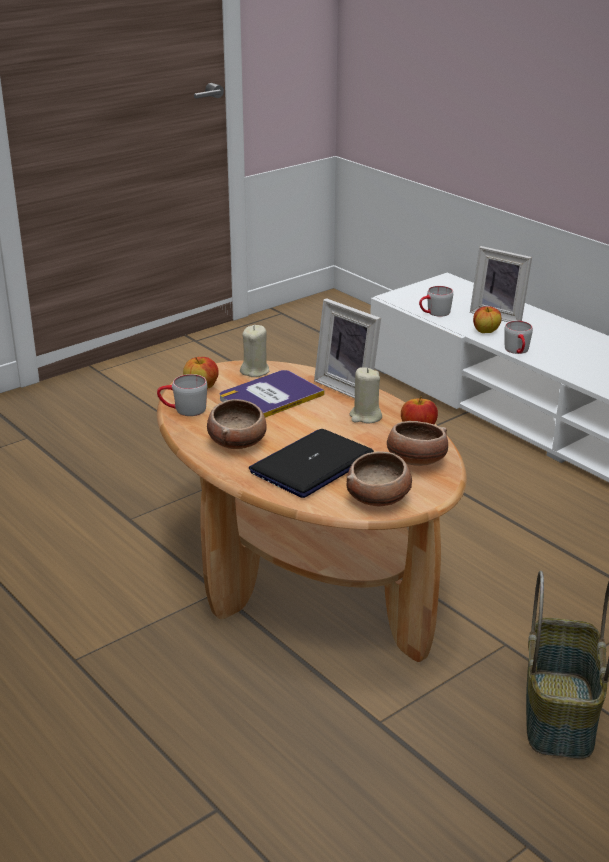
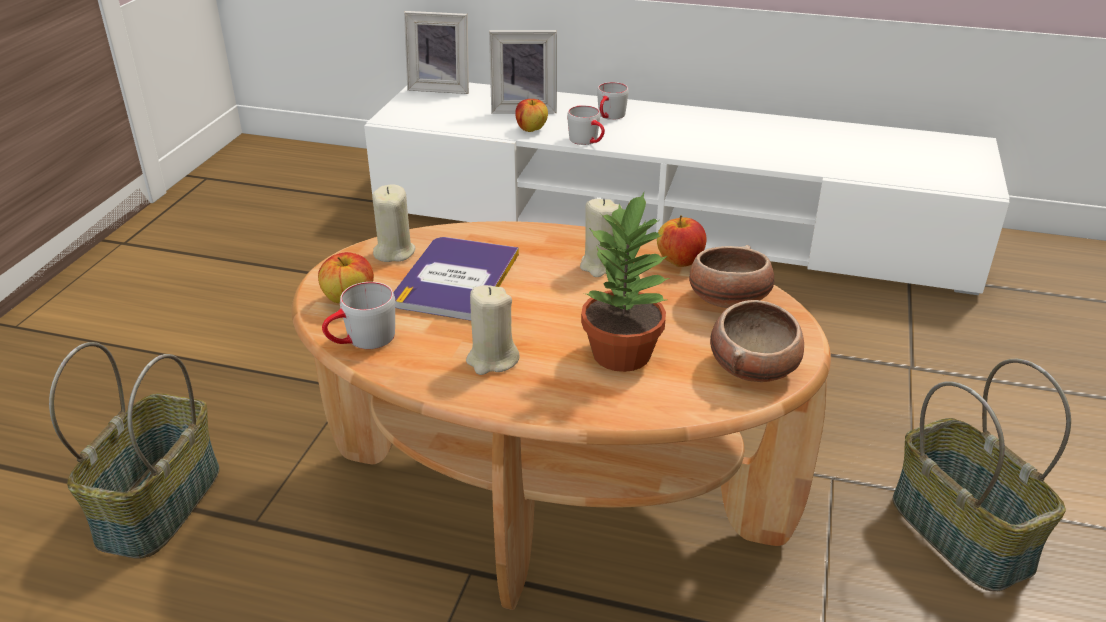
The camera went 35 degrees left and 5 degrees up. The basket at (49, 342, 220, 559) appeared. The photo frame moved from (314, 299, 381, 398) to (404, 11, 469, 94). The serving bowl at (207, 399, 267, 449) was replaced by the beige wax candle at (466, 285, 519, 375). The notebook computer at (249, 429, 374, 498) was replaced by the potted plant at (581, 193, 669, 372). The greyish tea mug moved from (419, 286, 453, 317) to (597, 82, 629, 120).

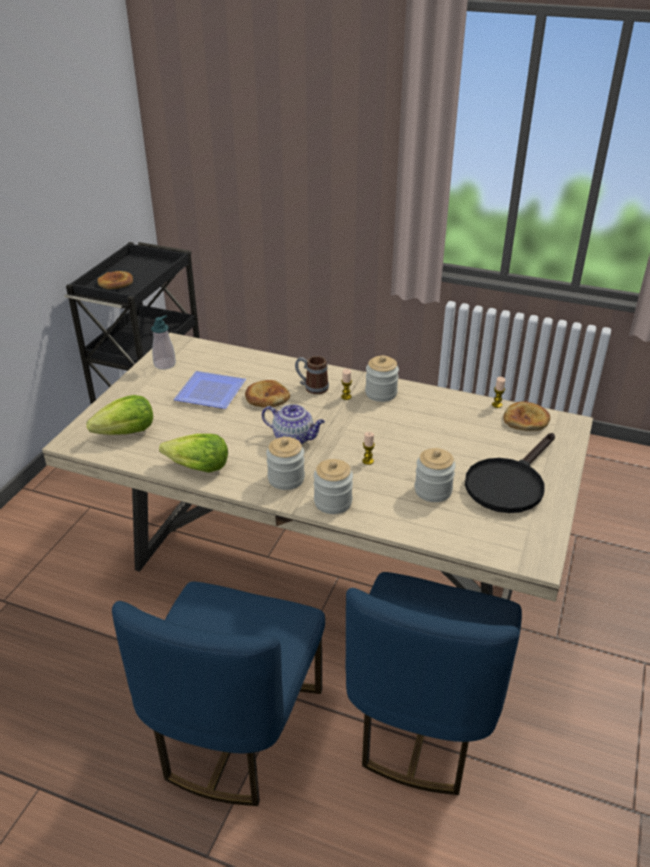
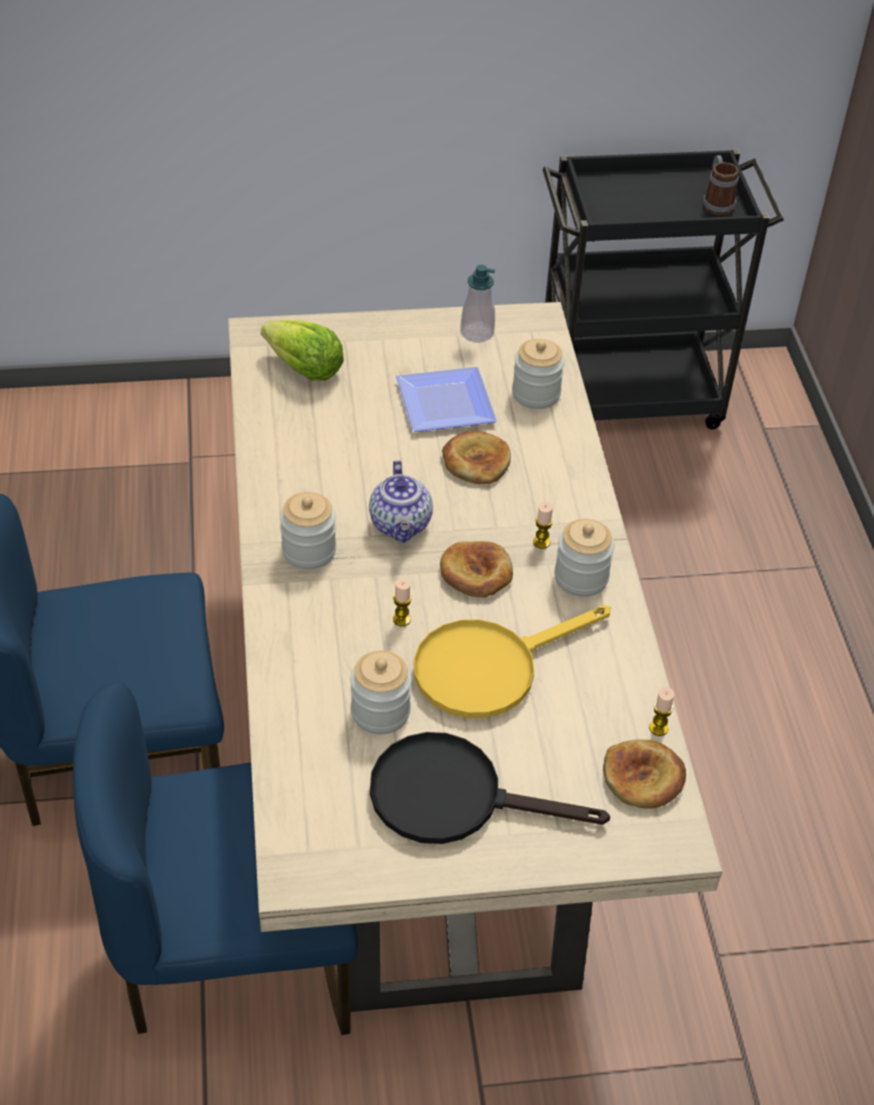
The camera went 60 degrees right and 10 degrees up. The yellow-coloured skillet at (414, 605, 611, 718) appeared. The bread moved from (97, 271, 133, 289) to (440, 541, 513, 597). The jar moved from (314, 459, 353, 514) to (512, 339, 565, 409). The tea mug moved from (295, 356, 329, 394) to (703, 155, 739, 215). The lettuce head at (159, 434, 228, 473) disappeared.

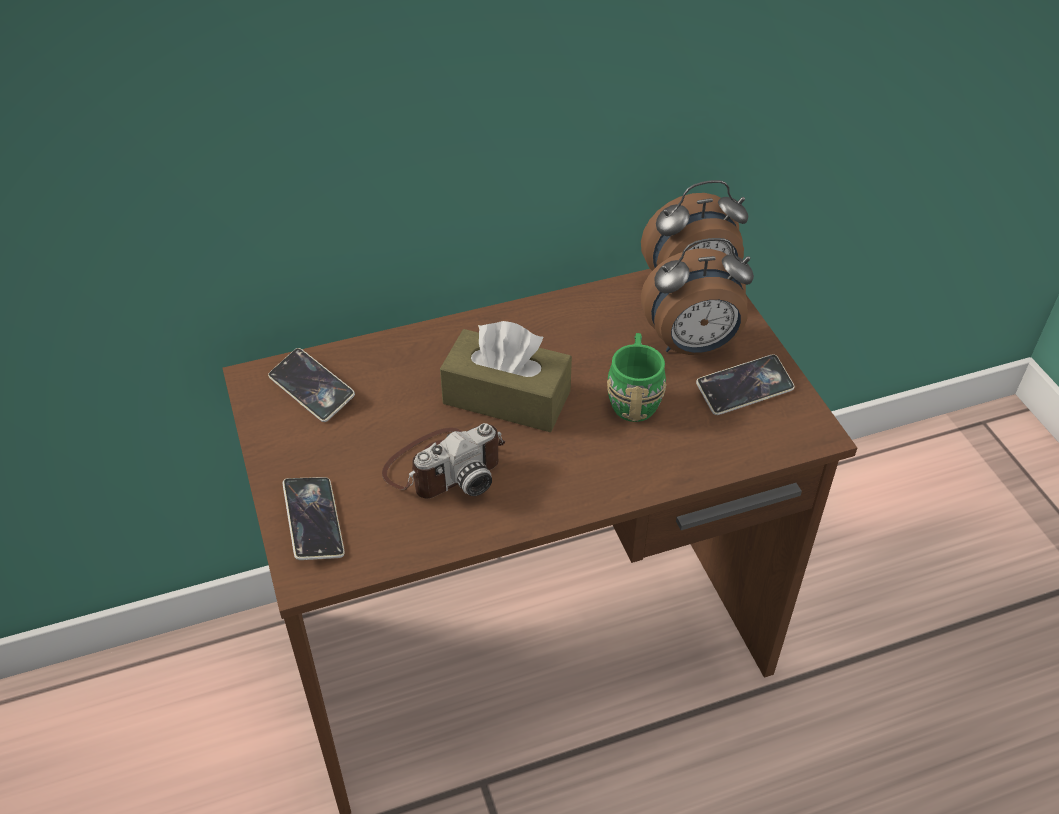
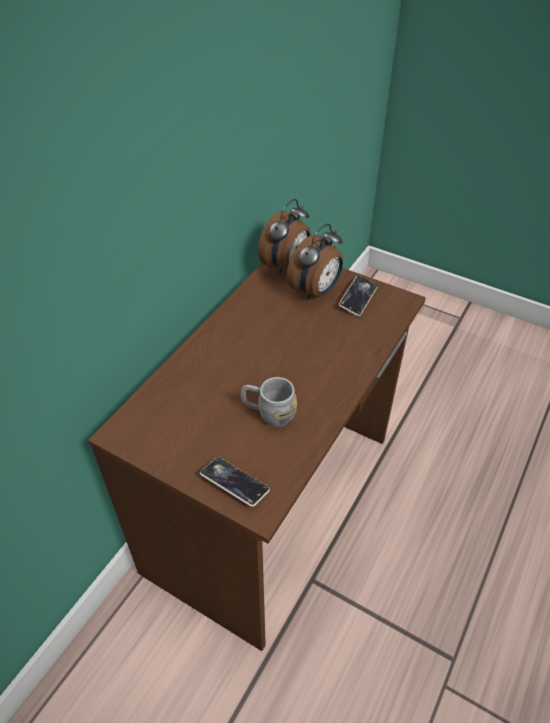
The camera went 40 degrees left and 0 degrees up. The still camera at (382, 423, 505, 498) was replaced by the greyish tea mug at (240, 377, 297, 427). The handset at (268, 348, 355, 422) disappeared. The brown tissue holder at (440, 321, 572, 432) disappeared. The green tea mug at (607, 333, 667, 422) disappeared.

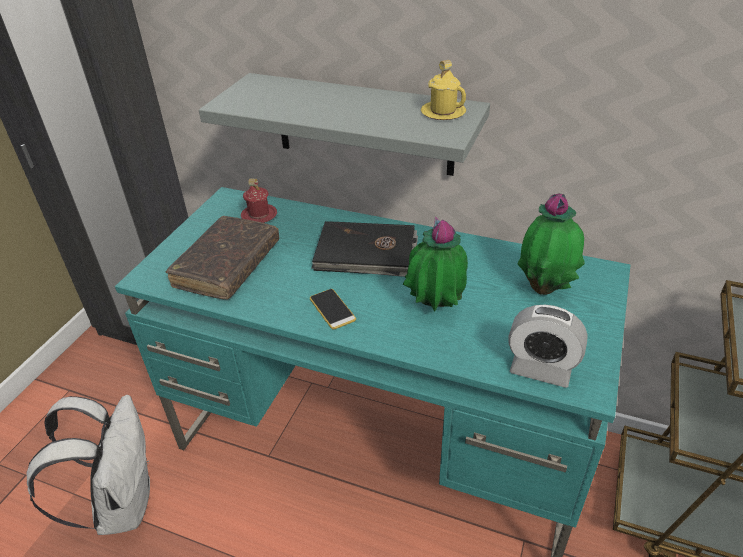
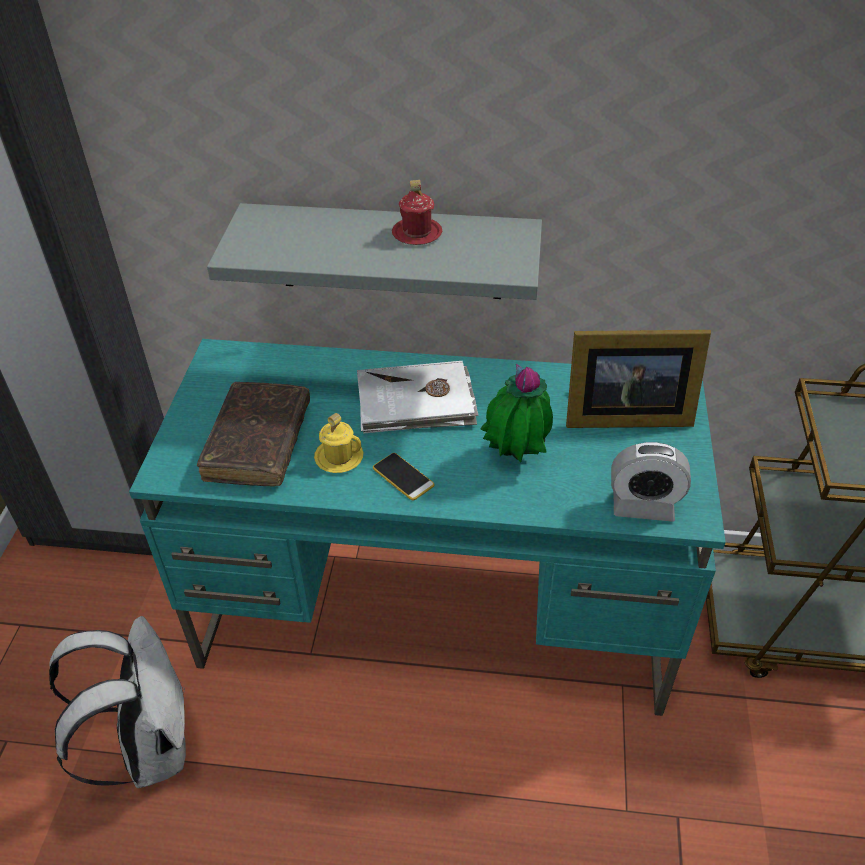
The camera went 15 degrees left and 5 degrees up. The yellow-coloured tea mug moved from (421, 60, 466, 120) to (314, 413, 363, 473). The black-coloured book at (311, 221, 418, 277) became the whitish book at (357, 361, 479, 434). The red-coloured tea mug moved from (241, 179, 277, 223) to (392, 180, 442, 245). The potted plant at (518, 193, 585, 295) was replaced by the photo frame at (566, 330, 711, 428).

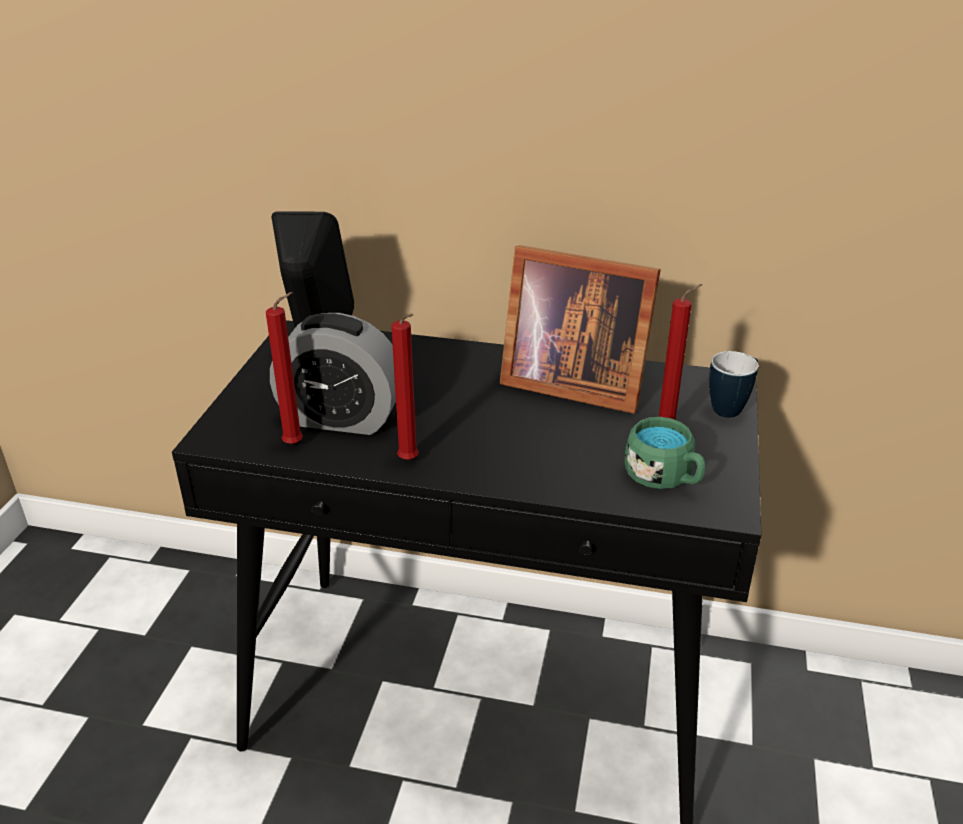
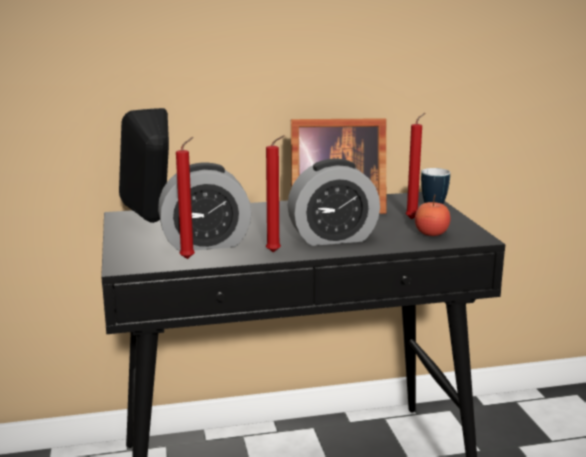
The camera went 25 degrees left and 15 degrees down. The table clock at (288, 159, 380, 246) appeared. The green tea mug at (625, 417, 705, 489) was replaced by the whole apple at (415, 195, 450, 236).

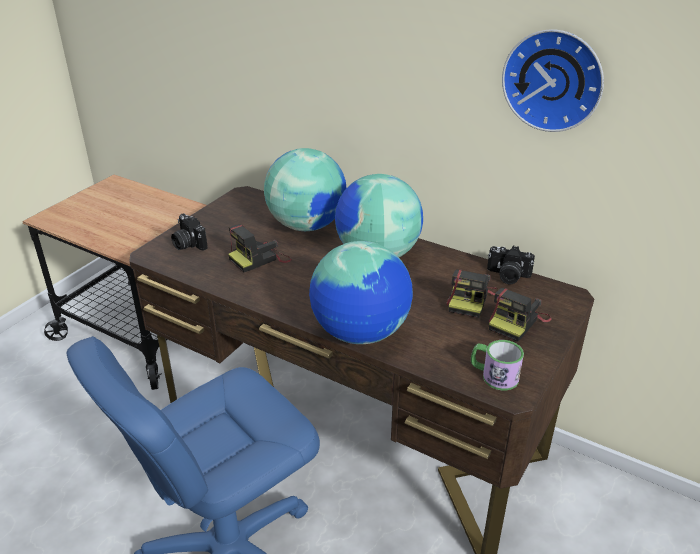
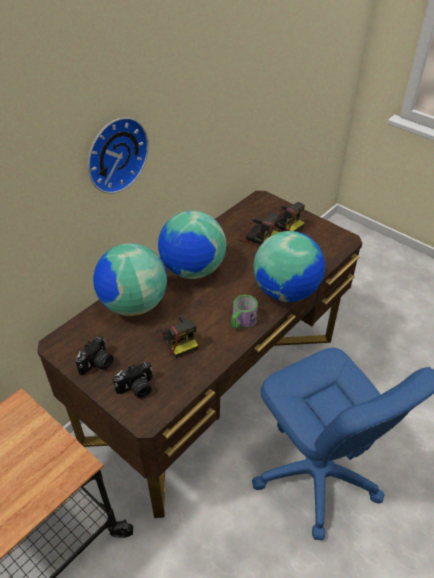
The camera went 80 degrees left and 10 degrees up. The still camera moved from (487, 245, 535, 284) to (75, 336, 113, 376). The clock on the wall moved from (502, 29, 604, 132) to (88, 117, 149, 194). The tea mug moved from (471, 340, 524, 390) to (231, 295, 258, 329).

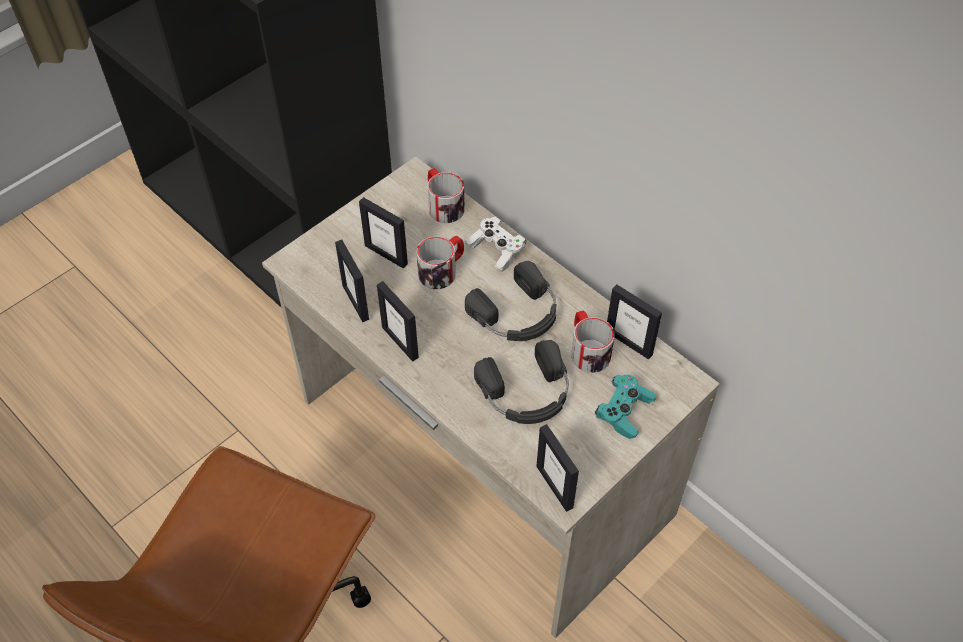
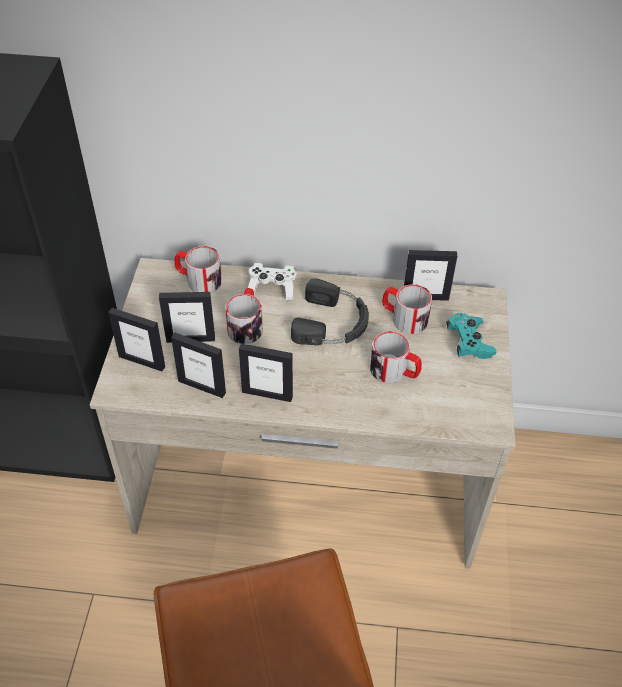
The camera went 40 degrees left and 5 degrees down. The photo frame moved from (536, 424, 579, 512) to (108, 308, 165, 371). The black-coloured pair of headphones at (474, 340, 569, 424) was replaced by the tea mug at (370, 331, 422, 383).

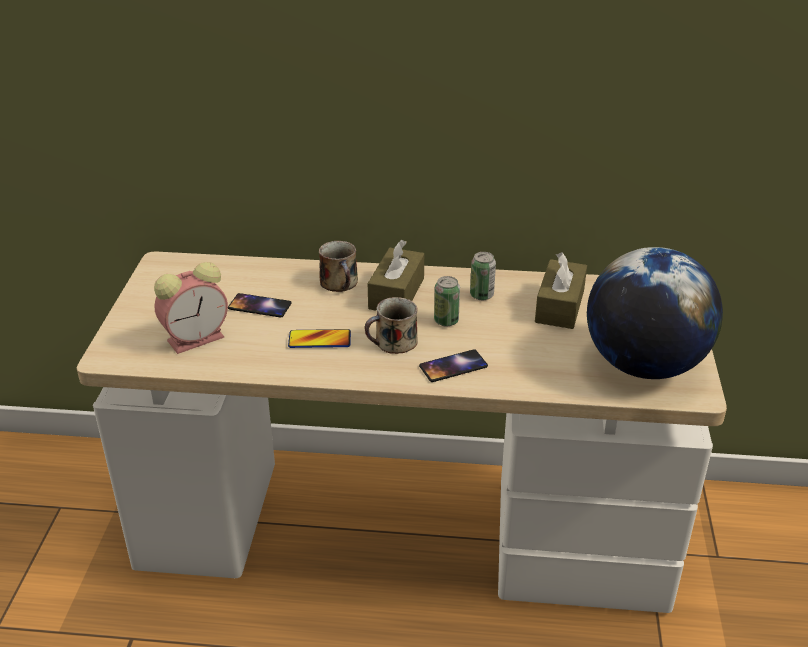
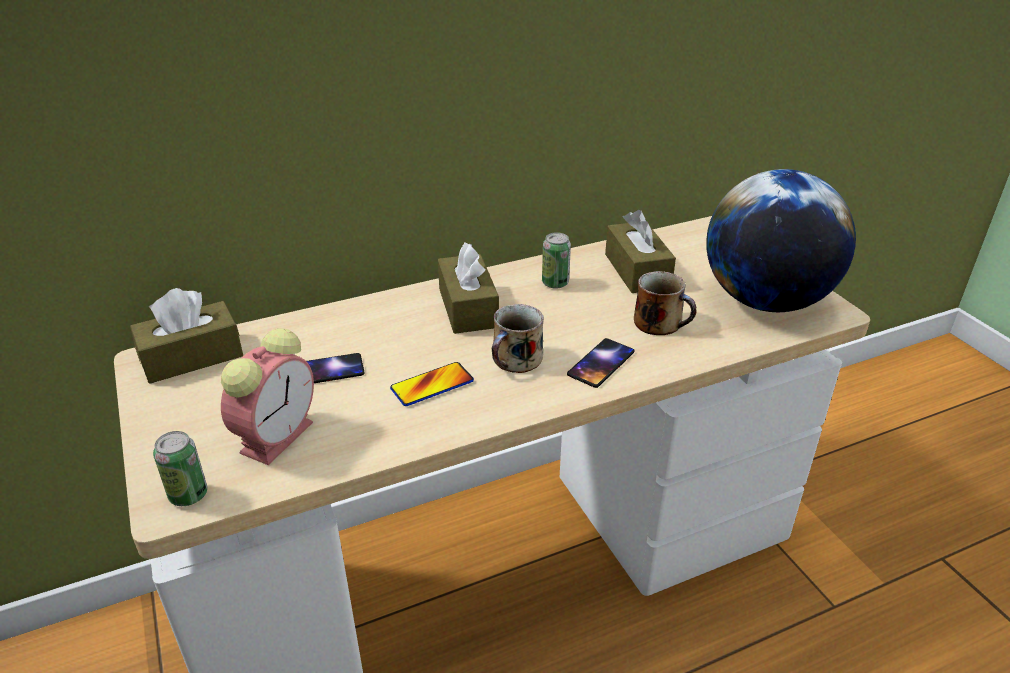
The camera went 30 degrees left and 0 degrees up. The brown tissue holder at (130, 288, 243, 384) appeared. The metal can moved from (434, 276, 460, 326) to (153, 431, 208, 506). The tea mug moved from (319, 241, 358, 292) to (634, 271, 697, 335).

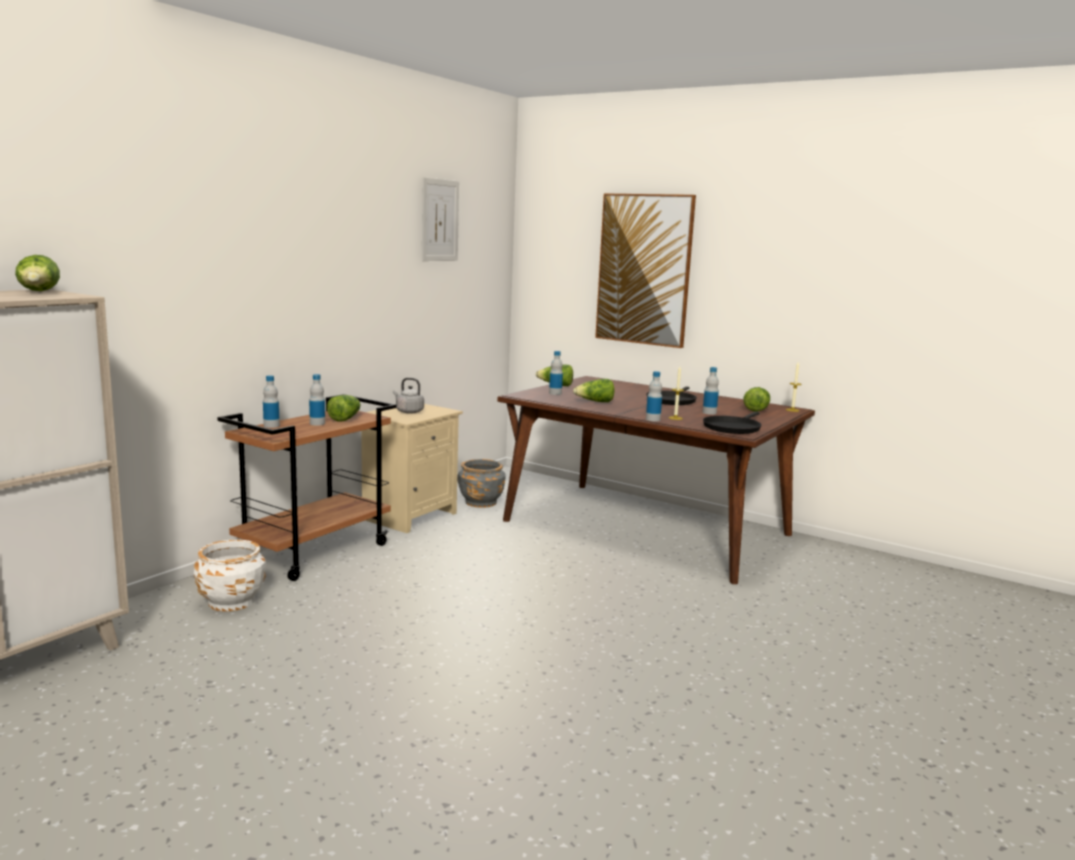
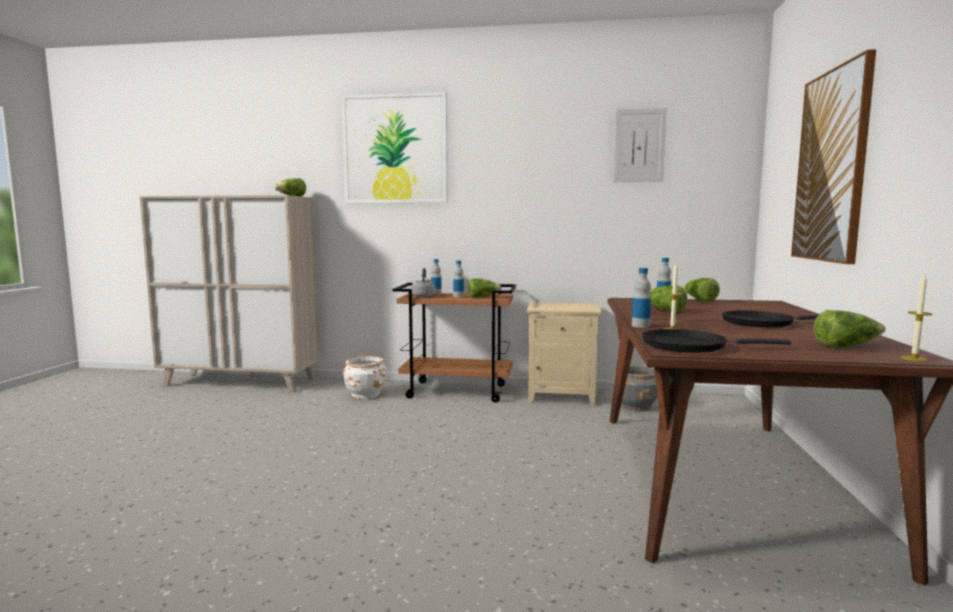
The camera went 65 degrees right and 5 degrees down. The picture at (341, 92, 448, 203) appeared. The greyish kettle moved from (393, 378, 424, 414) to (412, 268, 435, 297). The bottle at (702, 367, 719, 415) disappeared.

